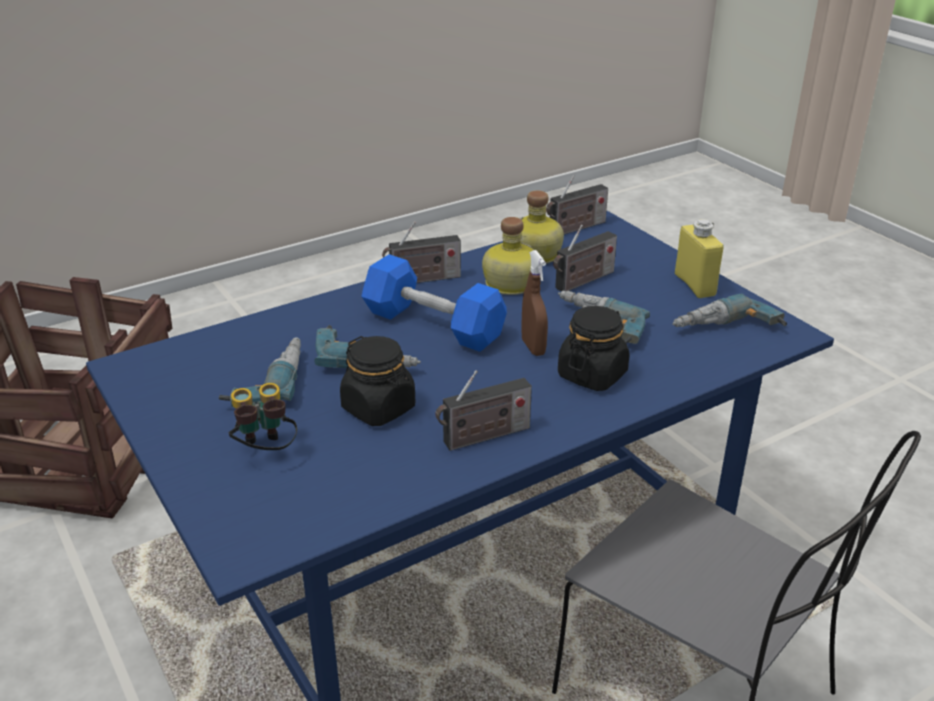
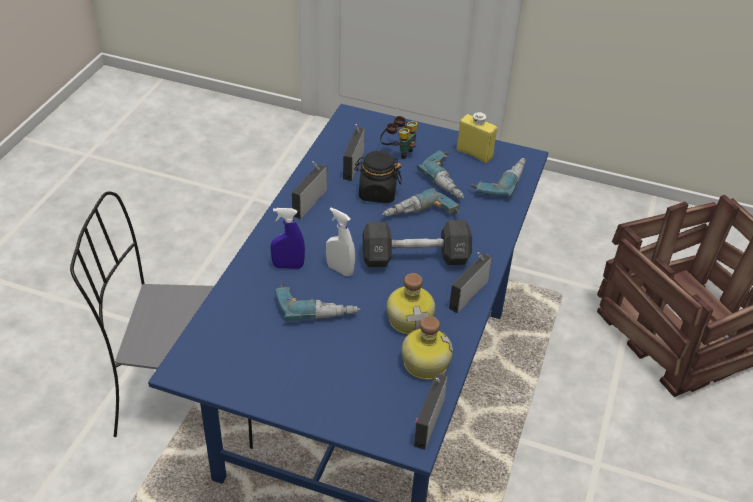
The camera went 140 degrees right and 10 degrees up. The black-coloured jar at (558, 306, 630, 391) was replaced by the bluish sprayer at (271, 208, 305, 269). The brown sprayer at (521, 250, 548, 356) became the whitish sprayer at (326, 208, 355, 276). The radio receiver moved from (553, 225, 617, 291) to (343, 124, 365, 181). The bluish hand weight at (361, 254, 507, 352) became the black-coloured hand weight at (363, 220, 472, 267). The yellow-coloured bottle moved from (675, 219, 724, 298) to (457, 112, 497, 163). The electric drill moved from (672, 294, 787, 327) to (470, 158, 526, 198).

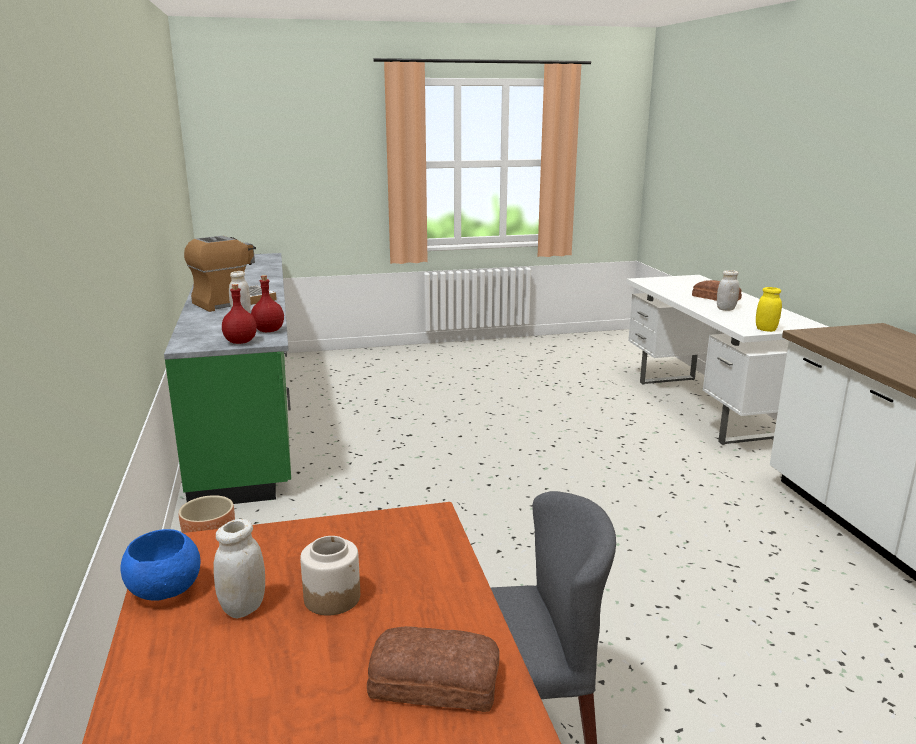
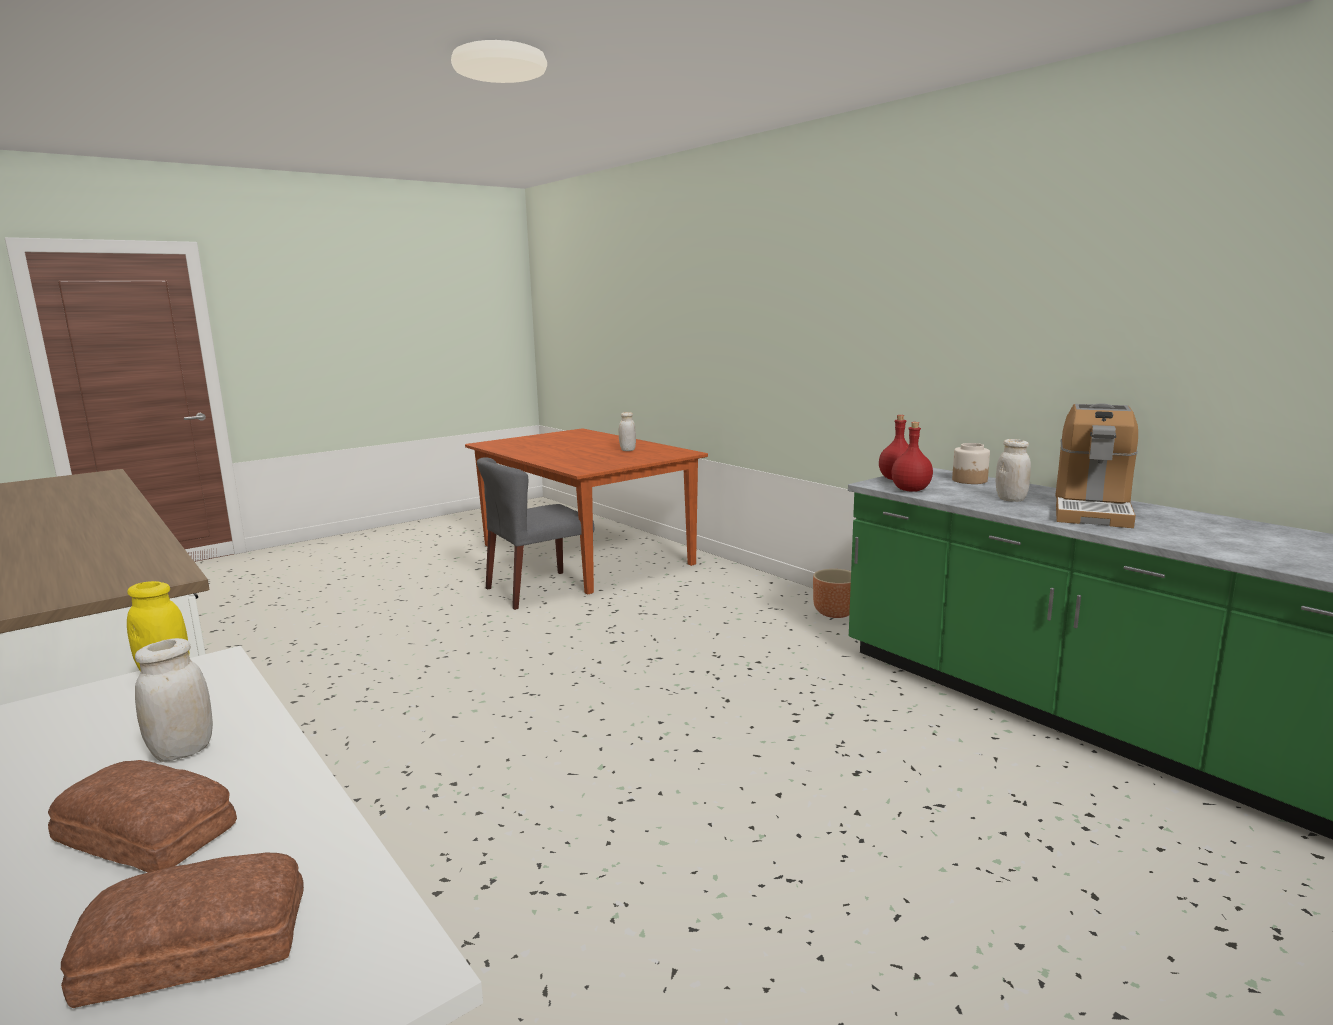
The camera went 155 degrees right and 5 degrees down. The bread moved from (367, 626, 500, 712) to (61, 853, 304, 1008). The jar moved from (300, 536, 360, 616) to (952, 443, 990, 484). The bluish serving bowl at (121, 529, 201, 601) disappeared.

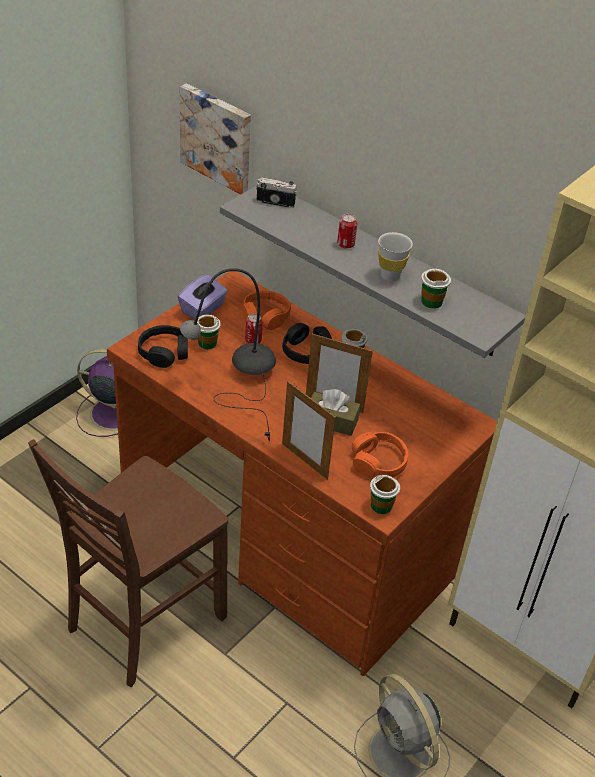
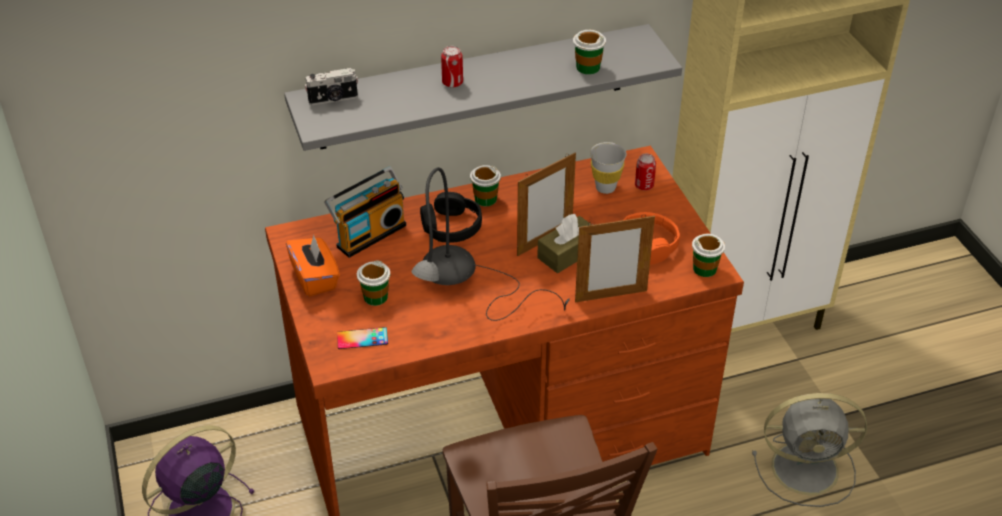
The camera went 55 degrees left and 0 degrees up. The purple-coloured tissue holder at (178, 274, 228, 319) became the orange-coloured tissue holder at (286, 235, 340, 297). The still camera at (256, 177, 297, 208) turned 150 degrees counterclockwise. The orange-coloured pair of headphones at (242, 290, 291, 330) was replaced by the radio receiver at (324, 167, 406, 258). The black-coloured pair of headphones at (138, 325, 188, 368) was replaced by the handset at (337, 327, 388, 349). The whitish drinking cup moved from (378, 232, 413, 282) to (590, 142, 626, 194). The metal can moved from (245, 313, 263, 343) to (635, 154, 656, 190). The picture at (180, 83, 251, 195) disappeared.

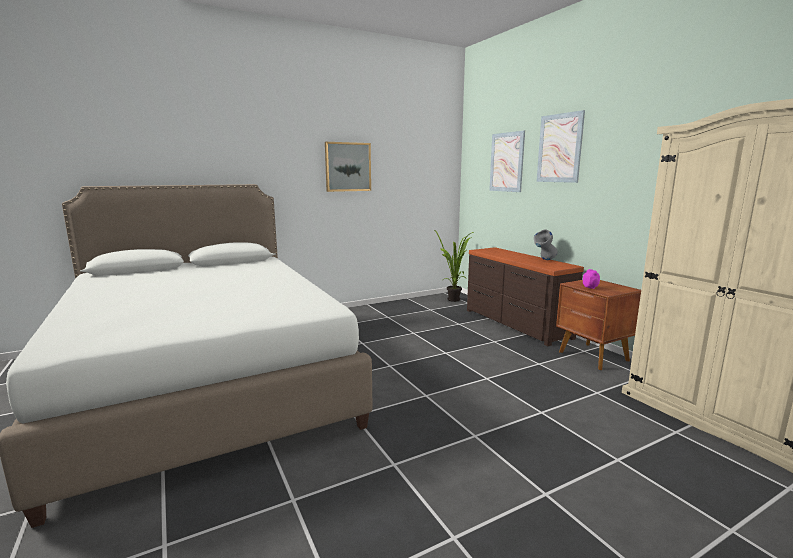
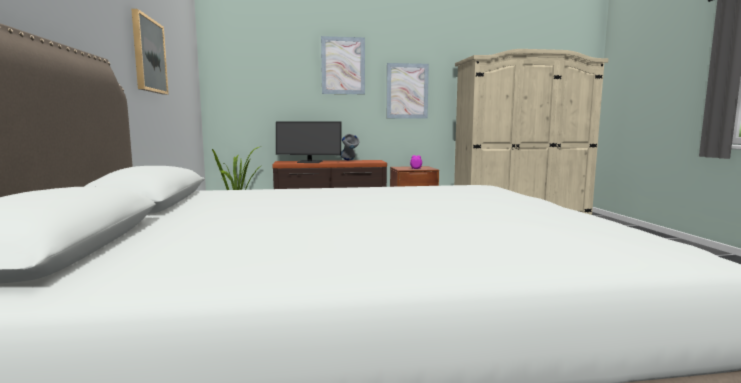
The camera went 70 degrees left and 5 degrees down. The computer display at (276, 121, 341, 163) appeared. The picture moved from (489, 131, 525, 192) to (387, 63, 429, 118).

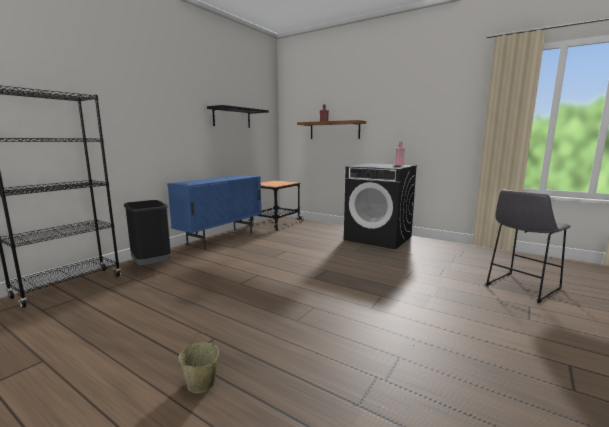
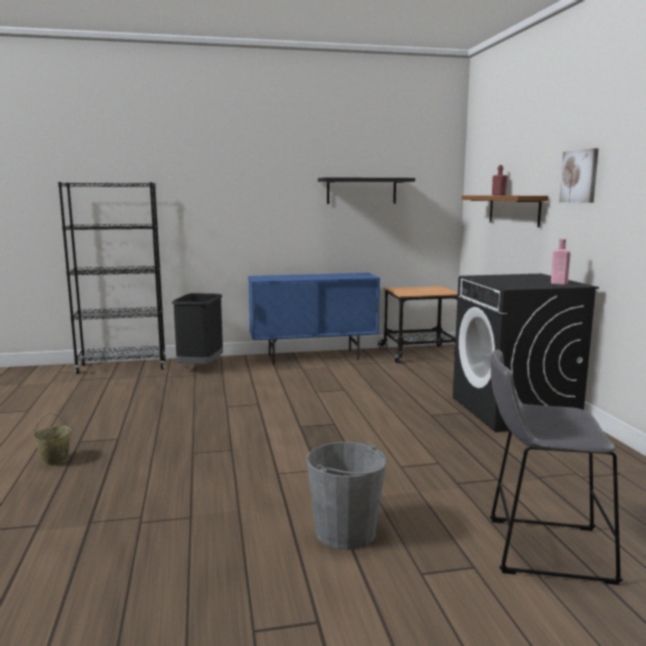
The camera went 45 degrees right and 0 degrees up. The greyish bucket at (306, 442, 386, 550) appeared. The picture at (559, 148, 599, 203) appeared.

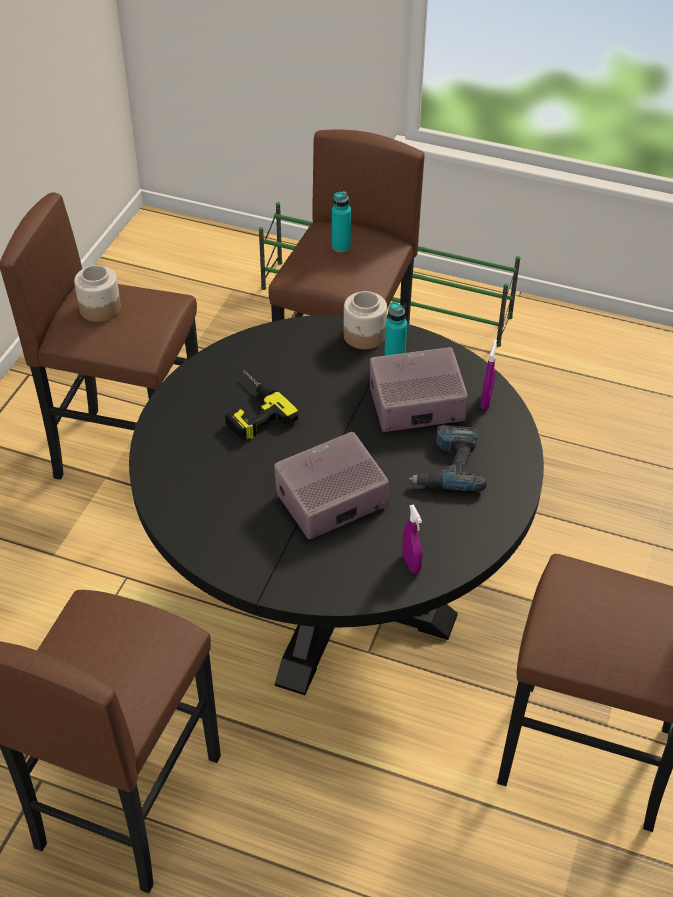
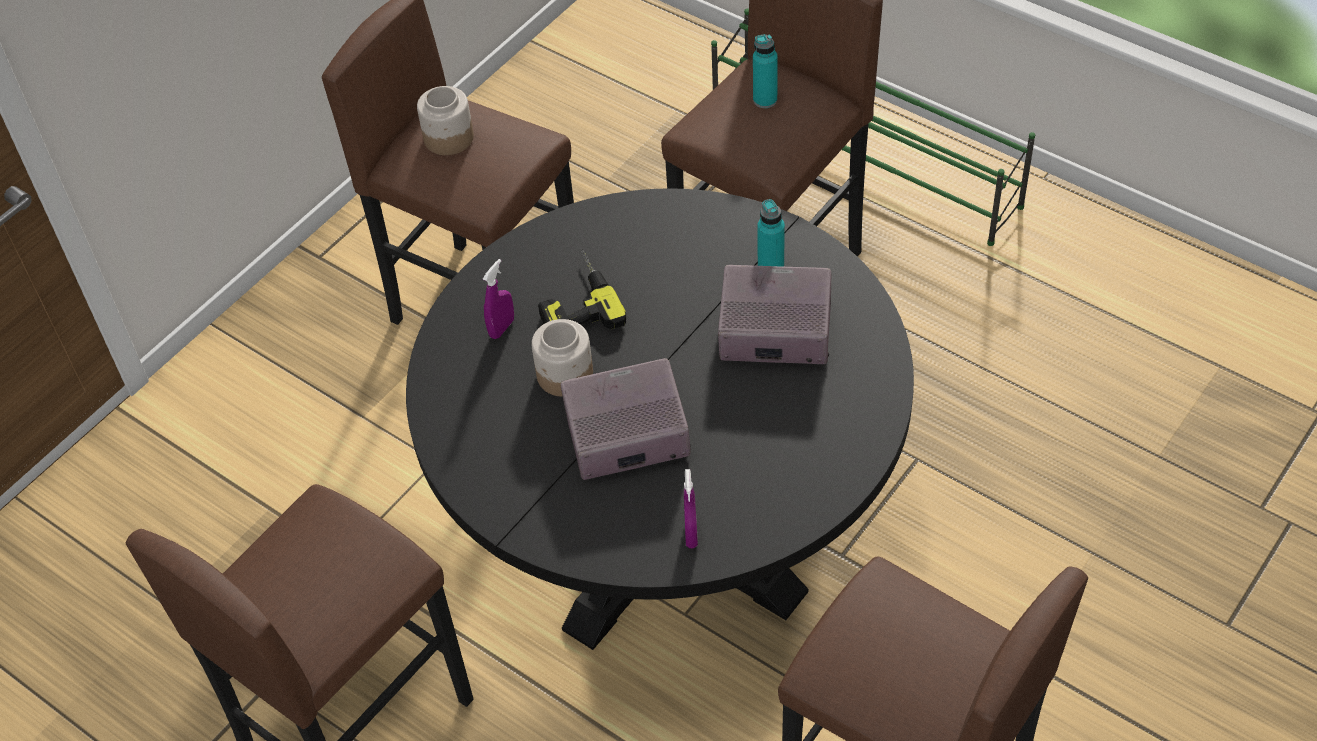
The camera went 20 degrees right and 5 degrees up. The purple-coloured sprayer moved from (481, 340, 497, 409) to (483, 259, 514, 339). The jar moved from (343, 291, 387, 349) to (532, 319, 593, 397). The electric drill at (409, 425, 487, 492) disappeared.

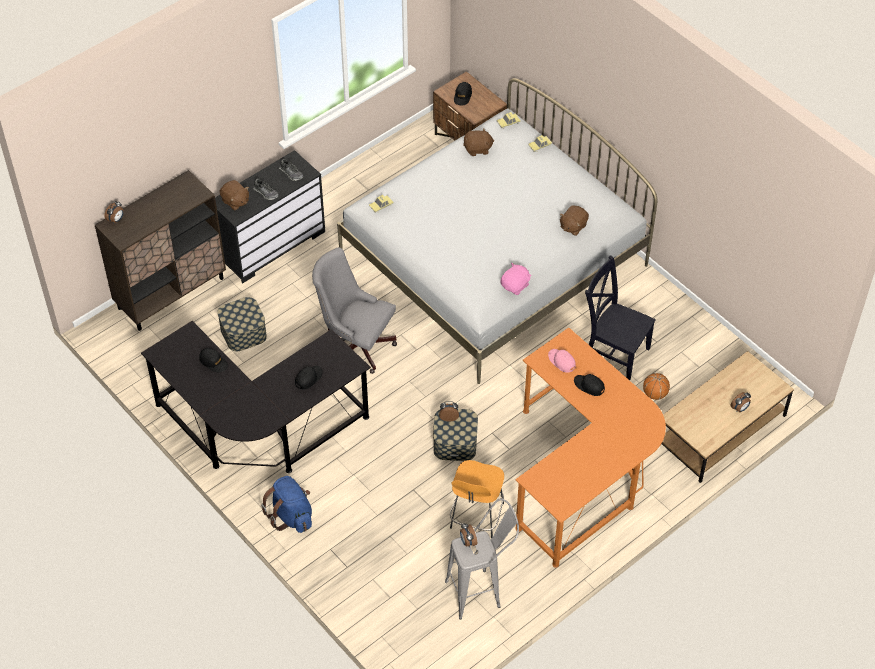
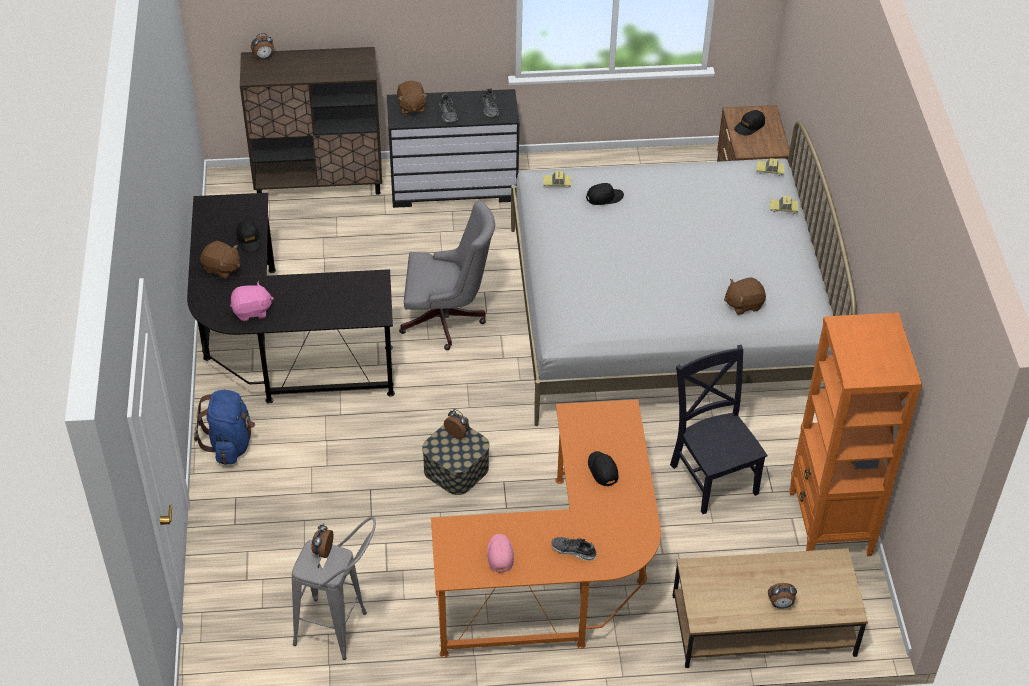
The camera went 35 degrees right and 5 degrees down. The brown cuddly toy moved from (463, 128, 494, 156) to (200, 241, 240, 279). The pinkish cuddly toy moved from (500, 263, 531, 295) to (230, 281, 274, 321). The greyish office chair at (312, 247, 397, 374) turned 120 degrees clockwise. The pinkish peaked cap moved from (548, 349, 576, 373) to (487, 534, 514, 573). The item of footwear at (552, 537, 597, 561) appeared. The black-coloured peaked cap moved from (295, 366, 323, 390) to (586, 183, 624, 205). The orange-coloured shelving unit at (789, 312, 922, 556) appeared. The storage container at (217, 297, 267, 351) disappeared. The orange-coloured stool seat at (450, 460, 504, 539) disappeared. The basketball ball at (643, 373, 670, 400) disappeared.

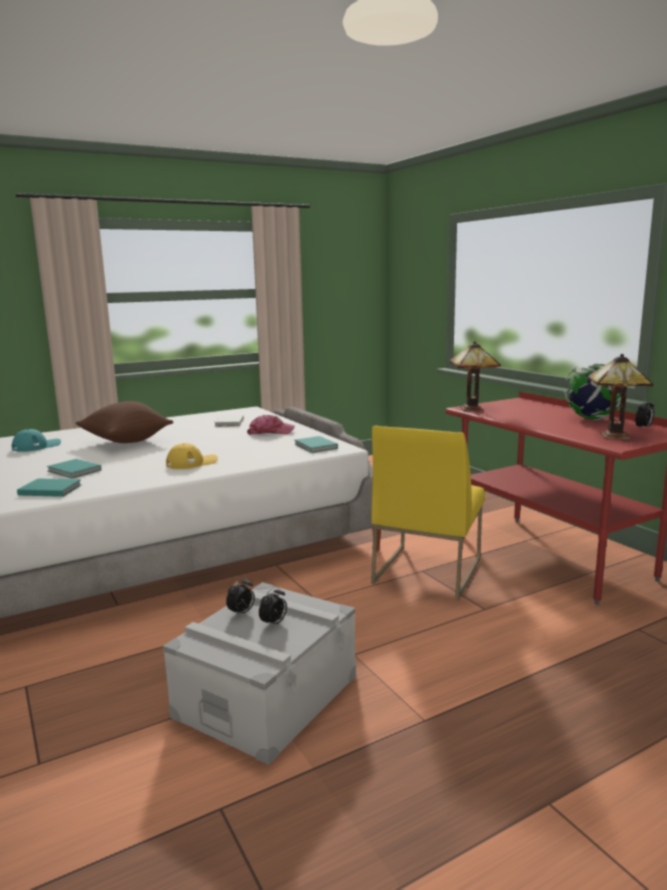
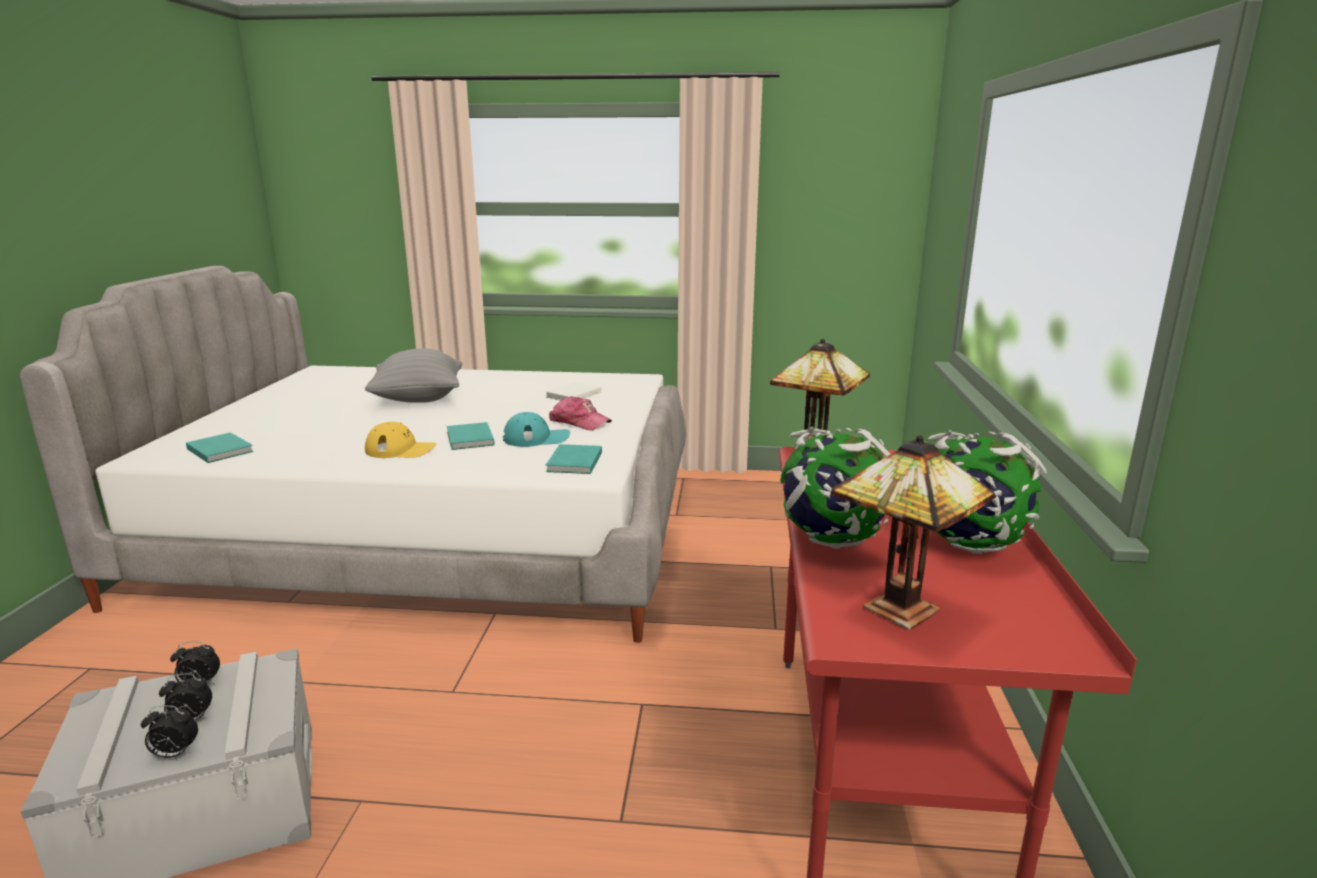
The camera went 35 degrees right and 5 degrees up. The table clock moved from (635, 399, 654, 428) to (141, 705, 198, 758). The brown cushion at (76, 401, 173, 443) became the greyish cushion at (365, 348, 463, 403). The turquoise book moved from (47, 459, 101, 478) to (447, 422, 494, 450). The turquoise peaked cap moved from (12, 429, 61, 452) to (503, 412, 570, 447). The globe at (780, 427, 890, 549) appeared. The yellow-coloured plain chair at (371, 426, 485, 600) disappeared.

